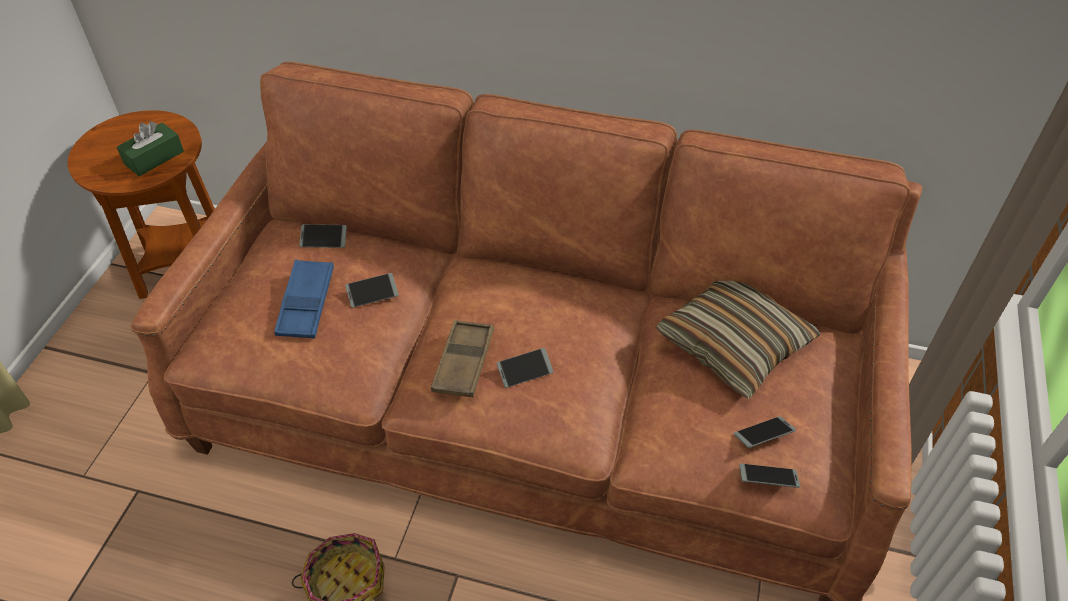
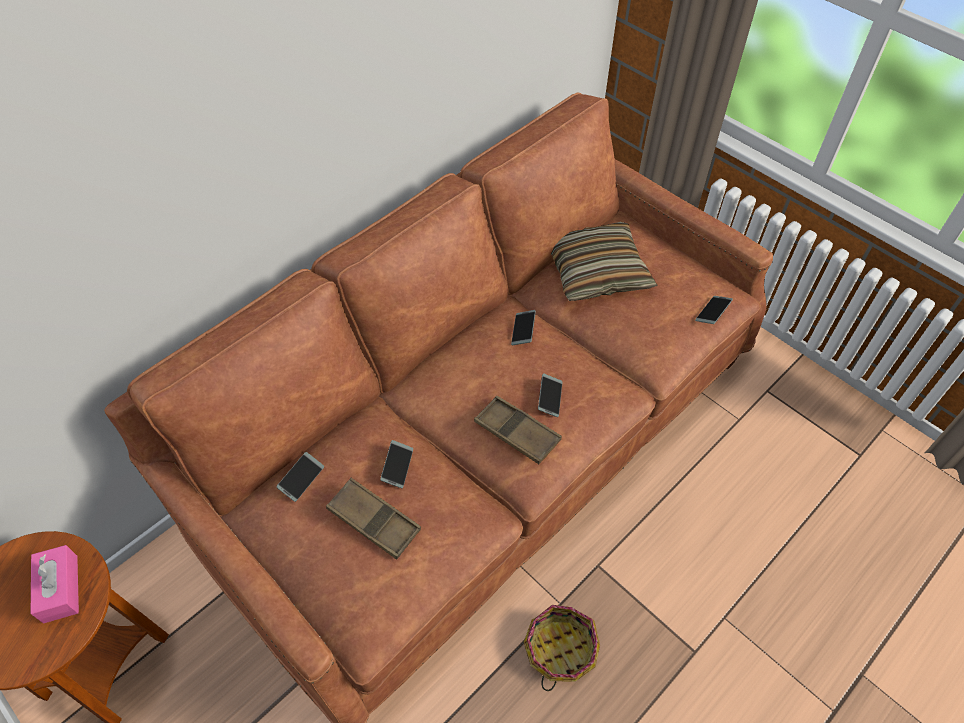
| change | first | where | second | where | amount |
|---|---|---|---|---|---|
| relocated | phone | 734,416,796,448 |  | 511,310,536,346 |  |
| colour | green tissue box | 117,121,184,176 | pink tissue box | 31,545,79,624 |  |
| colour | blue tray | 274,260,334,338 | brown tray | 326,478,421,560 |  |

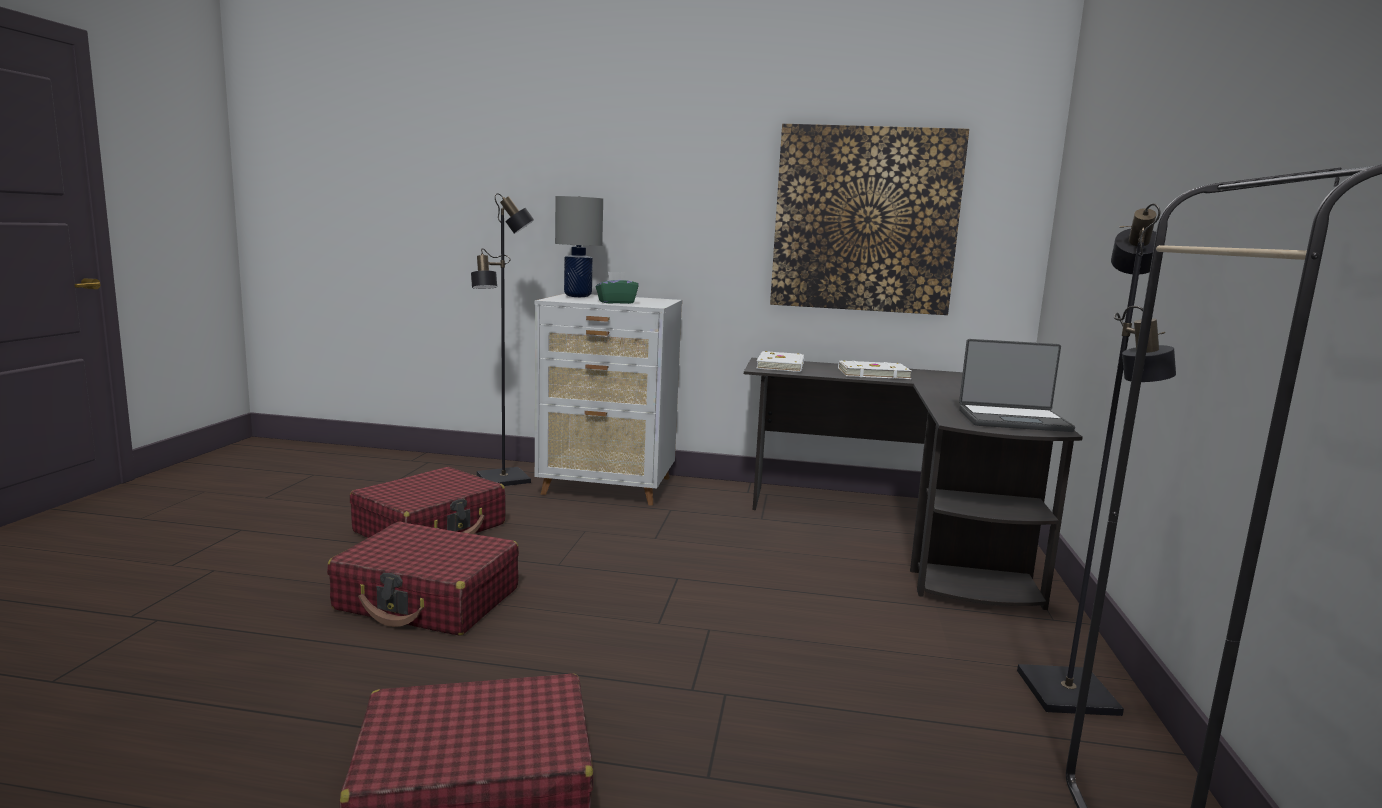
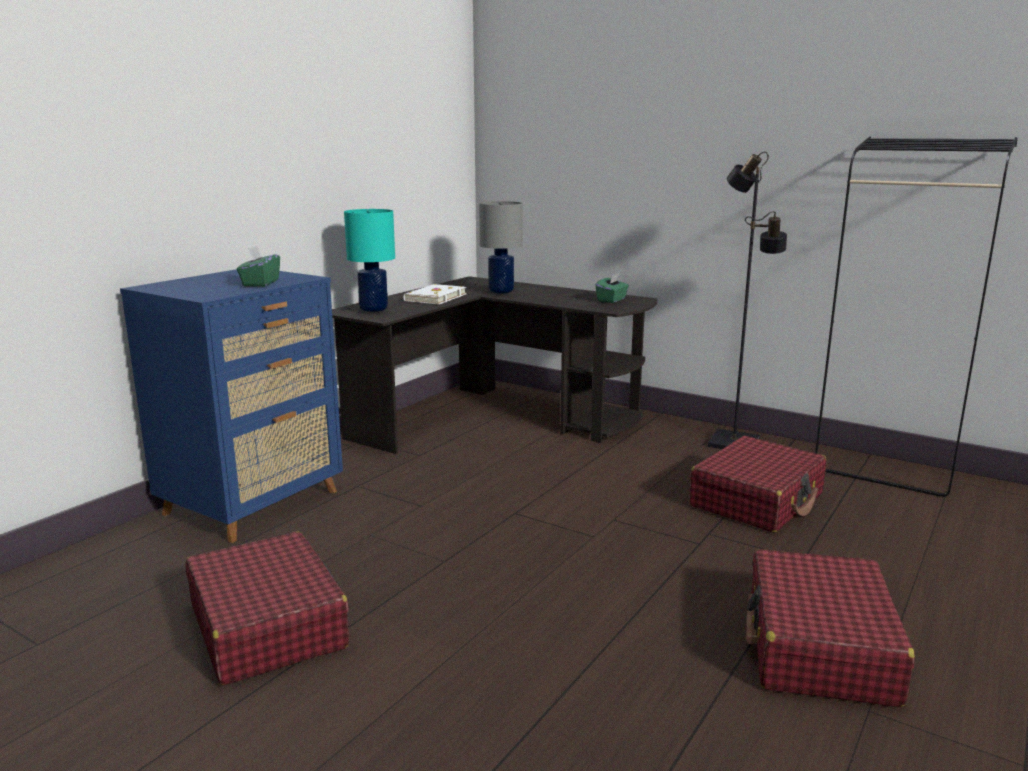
| change | first | where | second | where | amount |
|---|---|---|---|---|---|
| missing | black floor lamp | 471,193,534,486 |  |  |  |
| missing | picture | 770,124,969,315 |  |  |  |
| relocated | red suitcase | 327,522,519,636 |  | 689,436,826,532 |  |
| relocated | grey table lamp | 555,196,603,297 |  | 479,201,523,294 |  |
| exchanged | white book | 756,351,804,372 | turquoise table lamp | 344,209,395,312 |  |
| exchanged | laptop | 959,339,1075,432 | green tissue box | 595,273,629,303 |  |
| colour | white dresser | 534,294,682,505 | blue dresser | 120,269,343,543 |  |

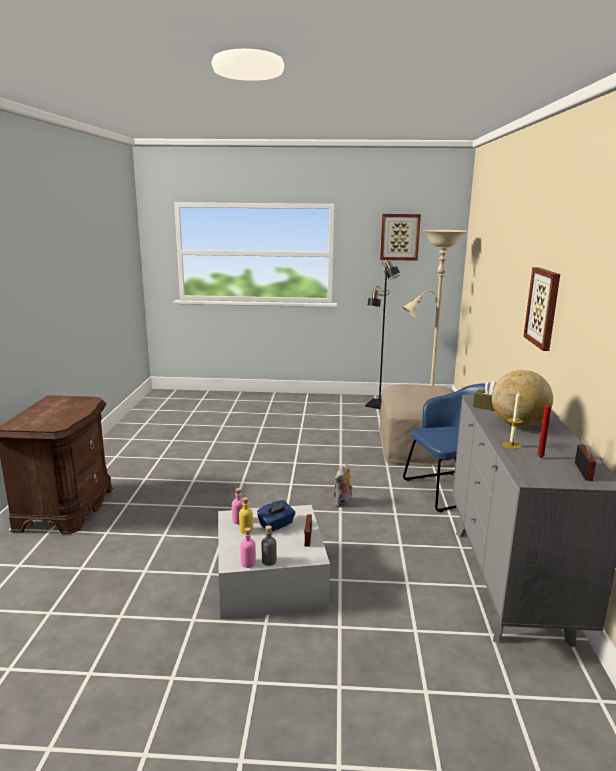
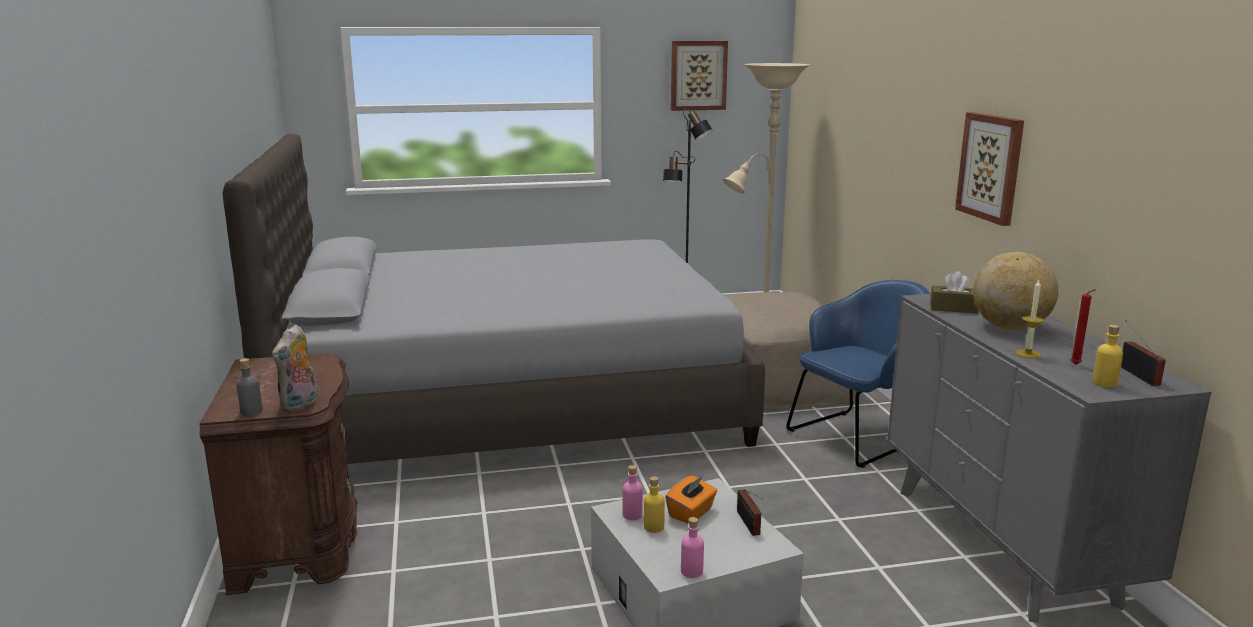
| change | first | where | second | where | amount |
|---|---|---|---|---|---|
| appeared |  |  | grey bed | 223,133,765,464 |  |
| appeared |  |  | yellow bottle | 1092,325,1123,388 |  |
| relocated | grey bottle | 261,525,277,566 |  | 236,358,263,416 |  |
| relocated | plush toy | 333,463,353,508 |  | 272,325,318,412 |  |
| colour | blue tissue box | 257,500,295,532 | orange tissue box | 665,475,717,524 |  |

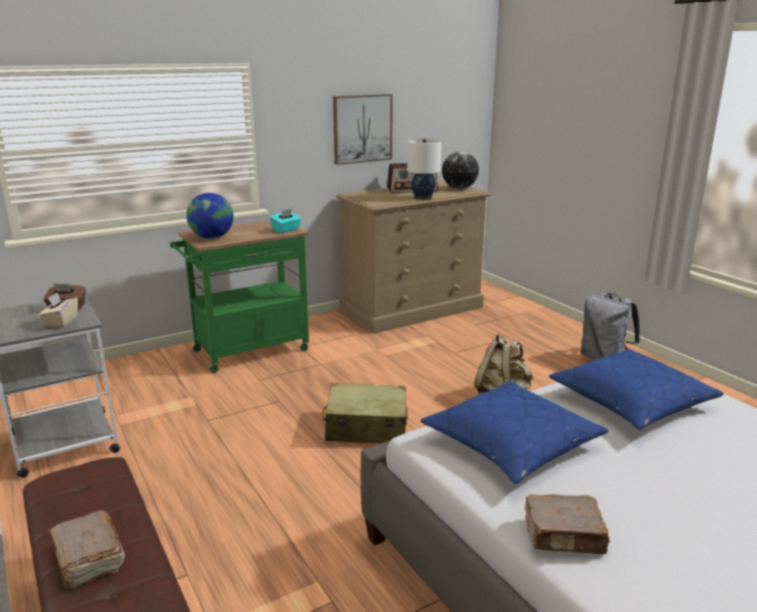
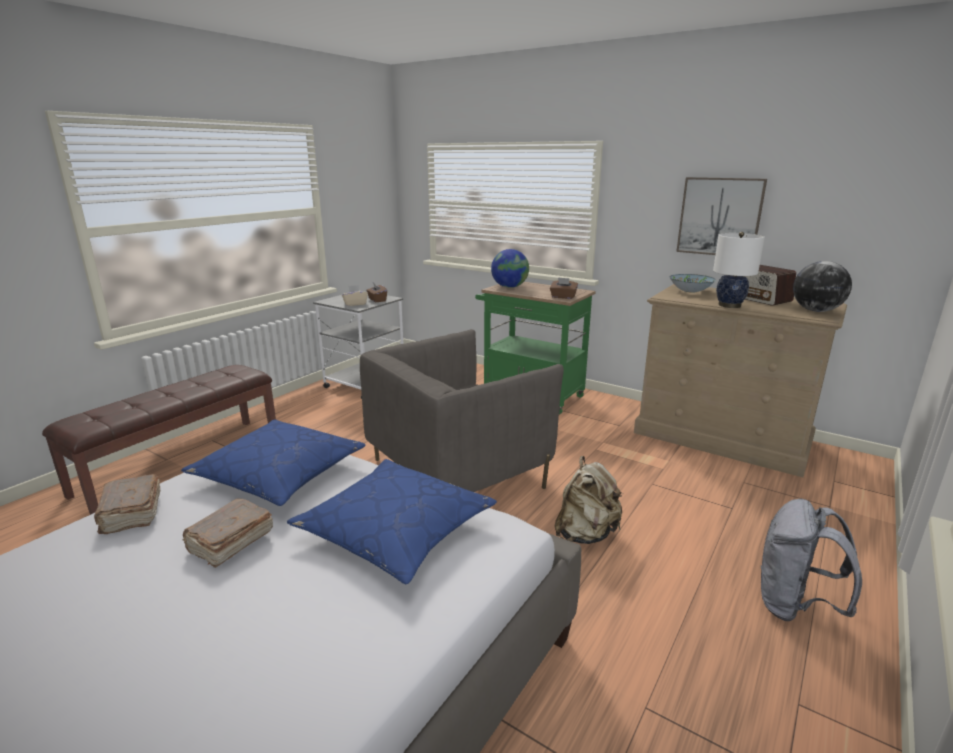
| change | first | where | second | where | amount |
|---|---|---|---|---|---|
| appeared |  |  | bowl | 670,274,716,293 |  |
| relocated | brown book | 48,510,125,589 |  | 182,498,273,568 |  |
| exchanged | beige suitcase | 323,383,408,443 | grey armchair | 360,329,564,492 |  |
| colour | turquoise tissue box | 270,209,301,233 | brown tissue box | 550,277,578,299 |  |

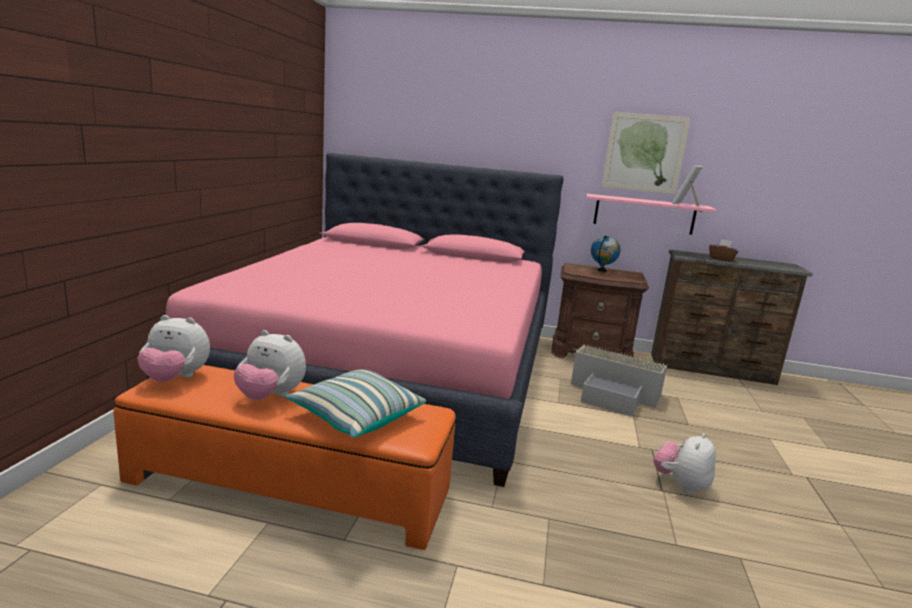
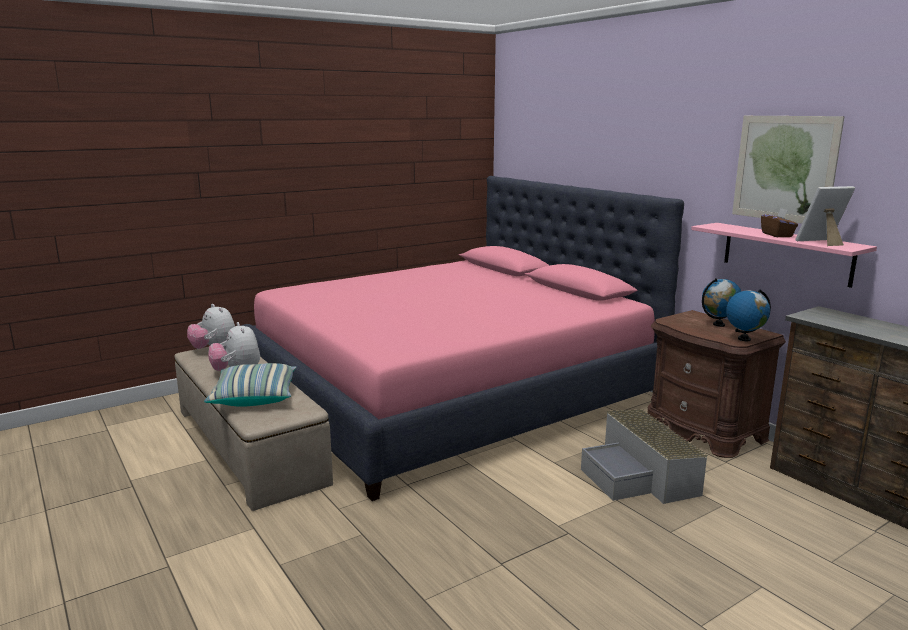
| change | first | where | second | where | amount |
|---|---|---|---|---|---|
| missing | plush toy | 654,433,716,494 |  |  |  |
| appeared |  |  | globe | 726,289,771,341 |  |
| relocated | brown tissue box | 709,239,738,261 |  | 761,208,798,237 |  |
| colour | orange bench | 113,365,456,550 | beige bench | 174,347,333,511 |  |

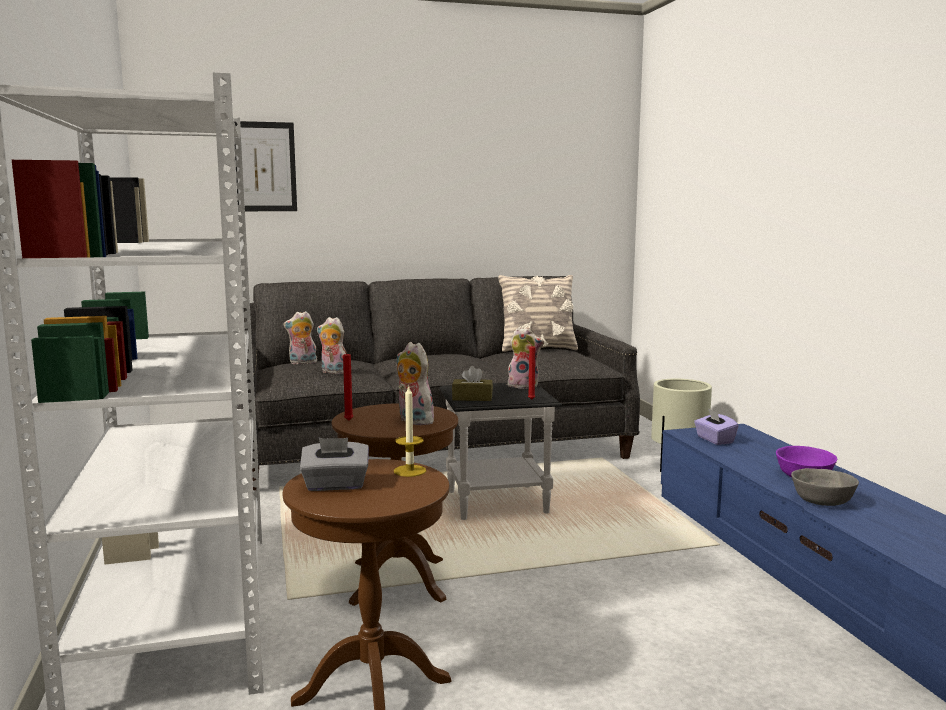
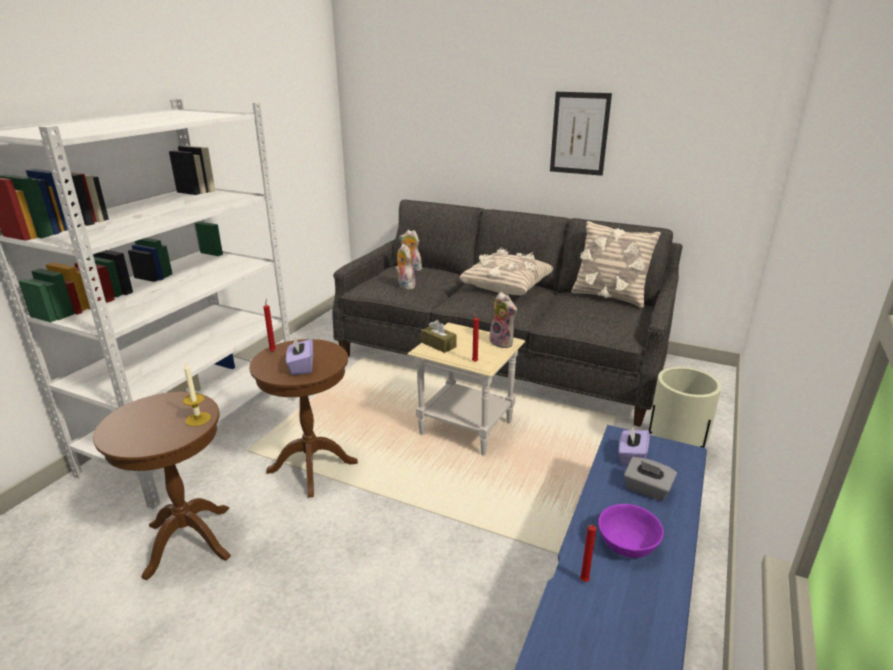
| change | first | where | second | where | amount |
|---|---|---|---|---|---|
| appeared |  |  | beige pillow | 460,247,553,295 |  |
| relocated | picture | 234,121,297,211 |  | 550,92,612,176 |  |
| relocated | grey tissue box | 300,438,369,491 |  | 624,457,677,501 |  |
| exchanged | plush toy | 396,342,435,425 | purple tissue box | 286,337,313,375 |  |
| exchanged | grey bowl | 791,468,859,506 | red candle | 580,525,596,582 |  |
| colour | black side table | 439,383,562,520 | beige side table | 407,323,525,455 |  |

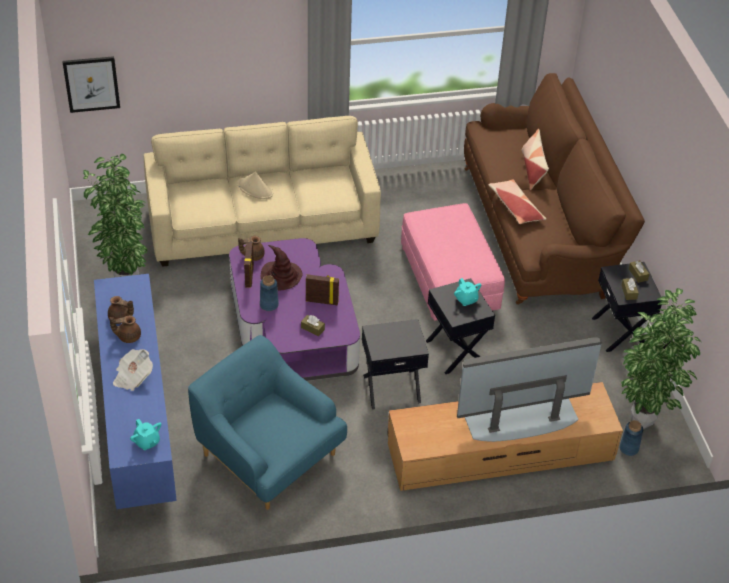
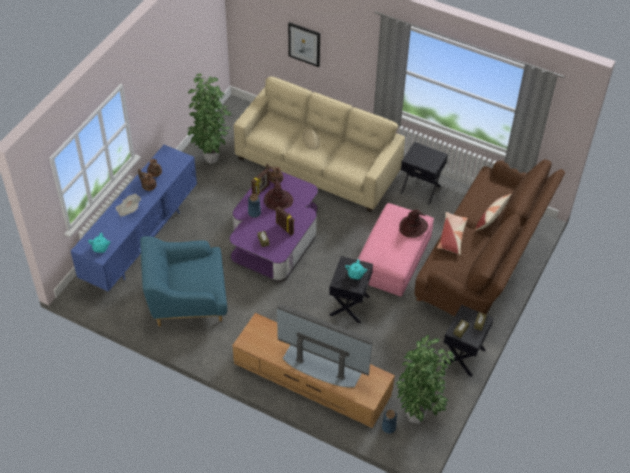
| change | first | where | second | where | amount |
|---|---|---|---|---|---|
| appeared |  |  | brown hat | 399,209,428,238 |  |
| relocated | picture | 62,56,120,113 |  | 288,22,320,67 |  |
| relocated | black side table | 362,319,429,410 |  | 400,142,448,205 |  |
| spun | blue armchair | 188,335,347,510 |  | 140,236,227,326 | 90 degrees counterclockwise |

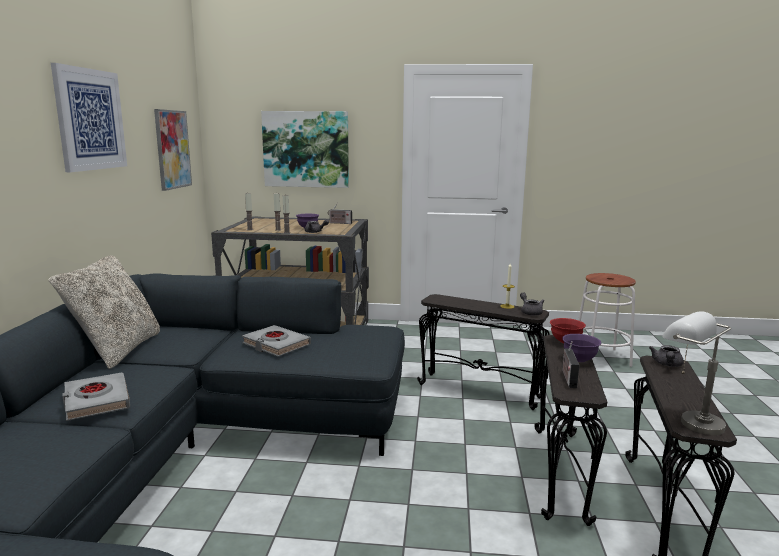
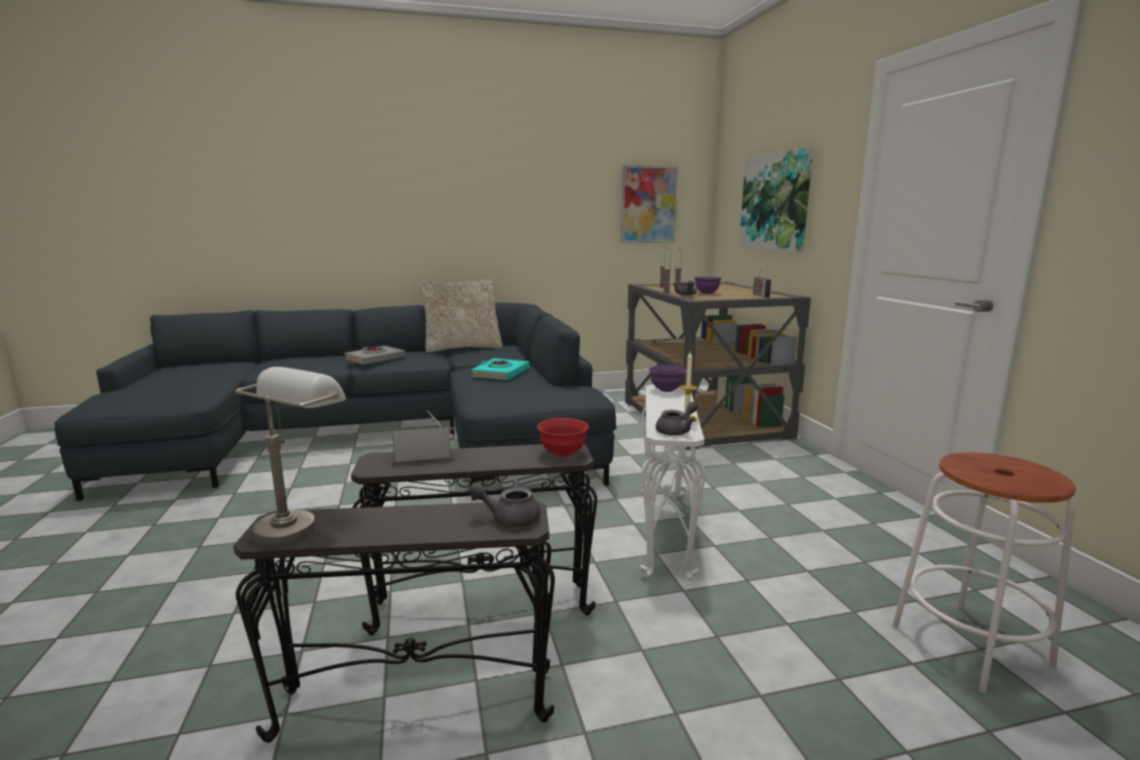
| change | first | where | second | where | amount |
|---|---|---|---|---|---|
| missing | picture | 51,63,127,172 |  |  |  |
| relocated | purple bowl | 562,334,601,362 |  | 648,365,687,392 |  |
| colour | grey book | 242,325,311,357 | turquoise book | 471,358,530,380 |  |
| colour | black side table | 417,294,550,410 | white side table | 640,385,706,581 |  |

